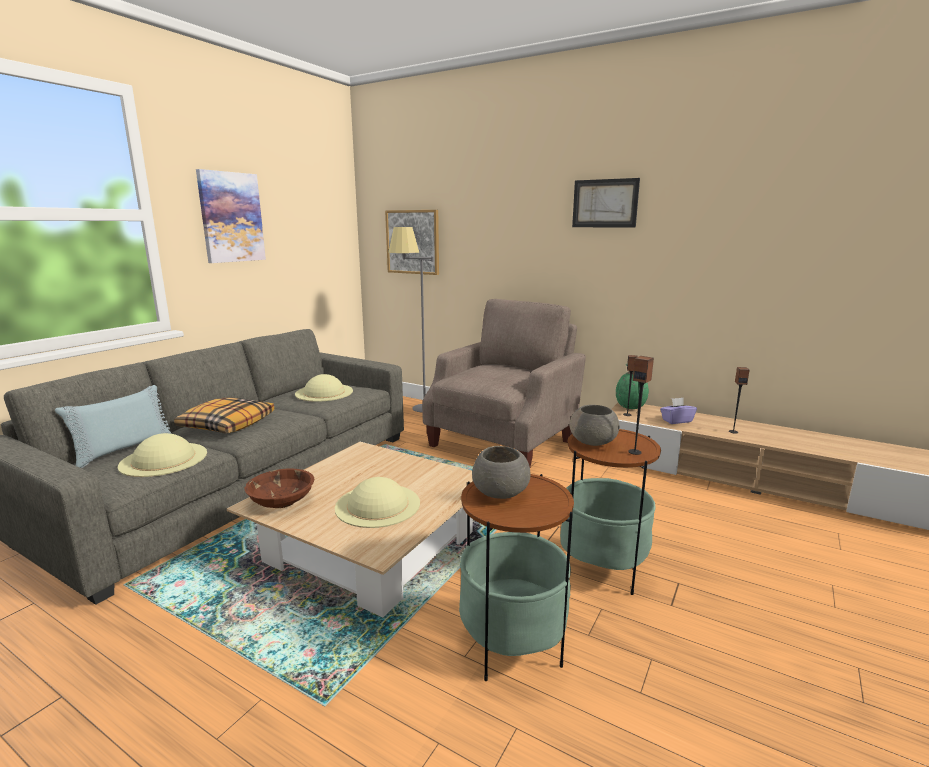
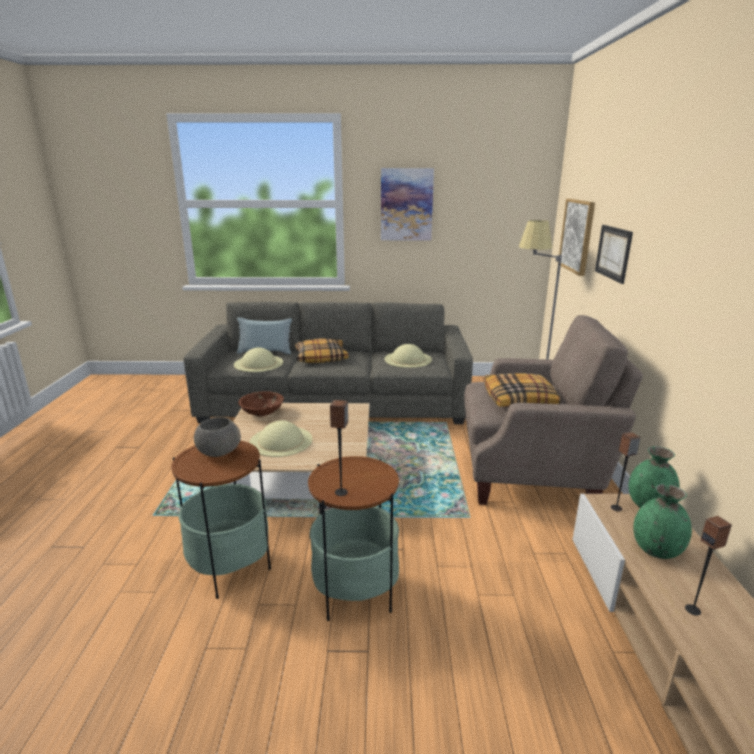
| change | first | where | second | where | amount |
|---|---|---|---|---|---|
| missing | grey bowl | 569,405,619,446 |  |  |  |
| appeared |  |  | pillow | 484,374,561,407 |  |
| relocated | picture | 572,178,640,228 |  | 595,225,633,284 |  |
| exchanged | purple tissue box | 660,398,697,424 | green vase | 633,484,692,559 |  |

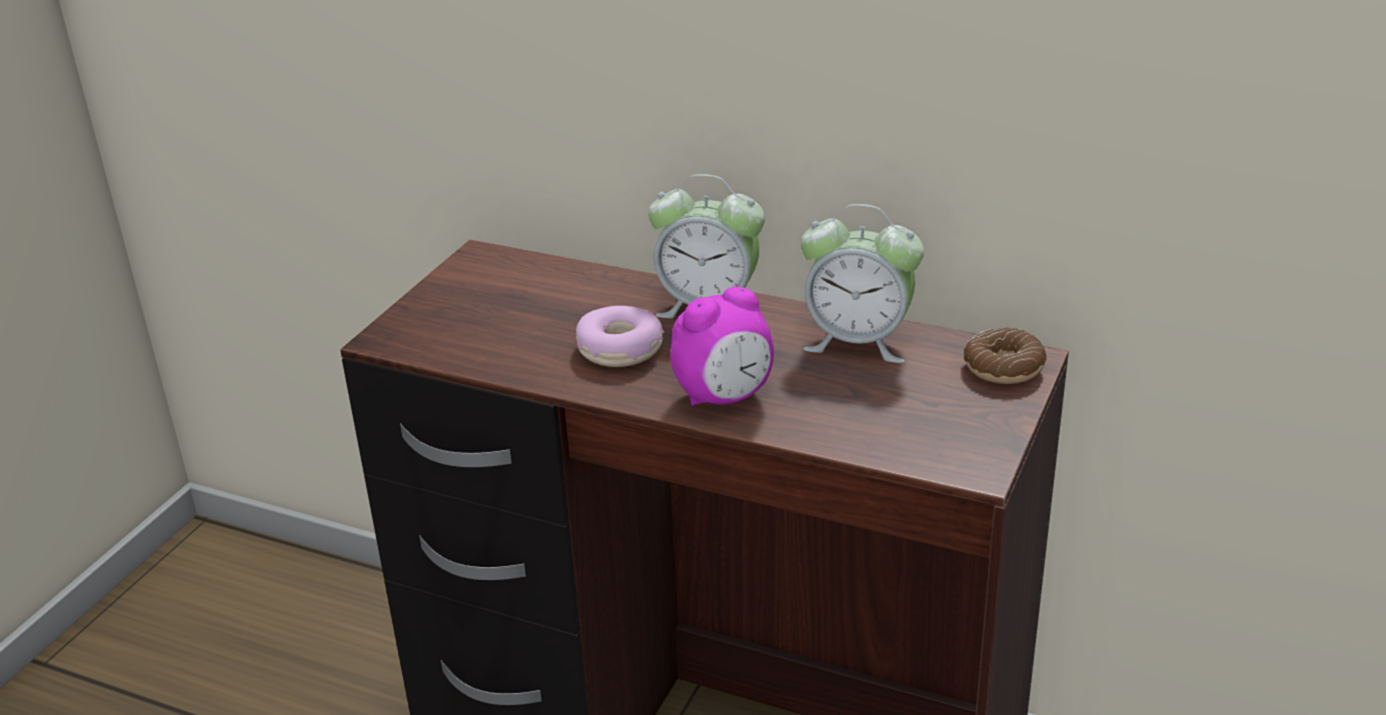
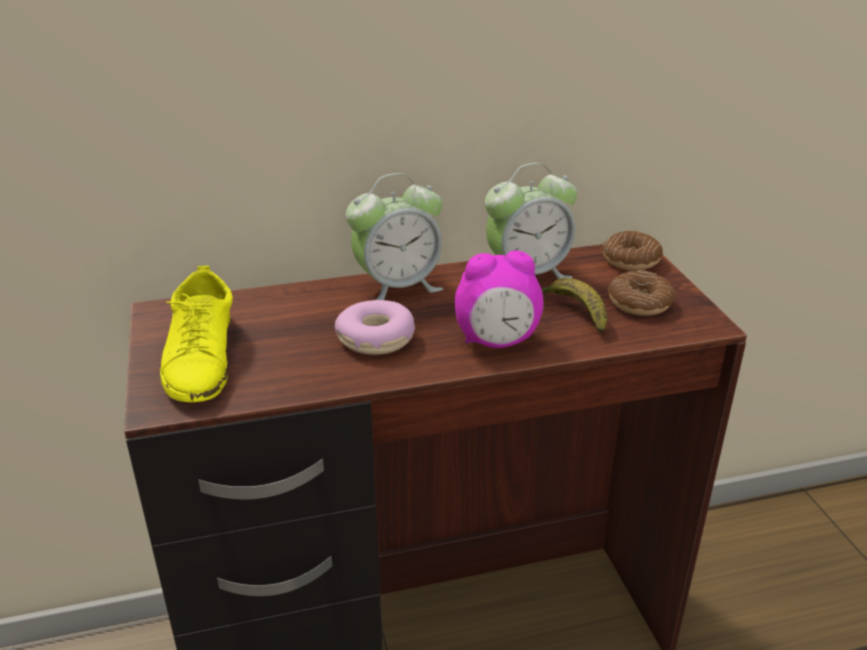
| change | first | where | second | where | amount |
|---|---|---|---|---|---|
| appeared |  |  | yellow shoe | 160,265,233,402 |  |
| appeared |  |  | banana | 541,278,607,333 |  |
| appeared |  |  | donut | 608,270,674,316 |  |
| spun | alarm clock | 670,287,774,407 |  | 455,251,544,348 | 60 degrees clockwise |

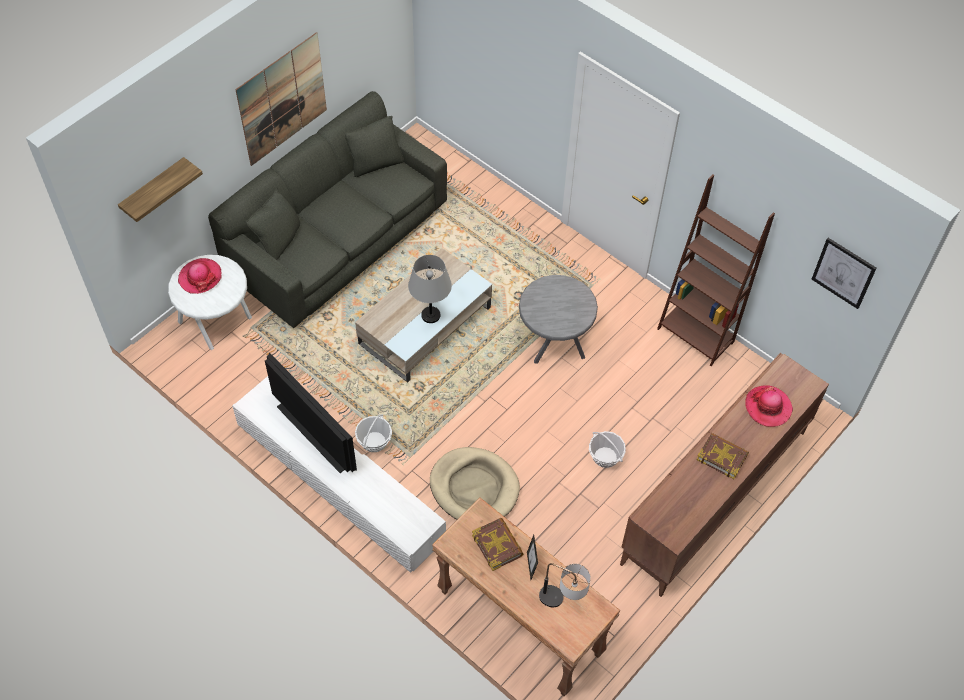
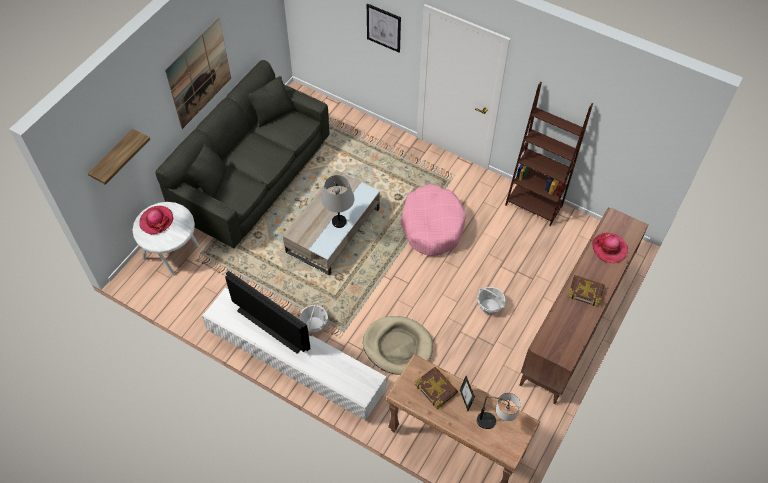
| change | first | where | second | where | amount |
|---|---|---|---|---|---|
| relocated | picture | 811,238,876,309 |  | 367,4,401,52 |  |
| exchanged | grey side table | 519,275,598,364 | pink dog bed | 401,184,466,256 |  |

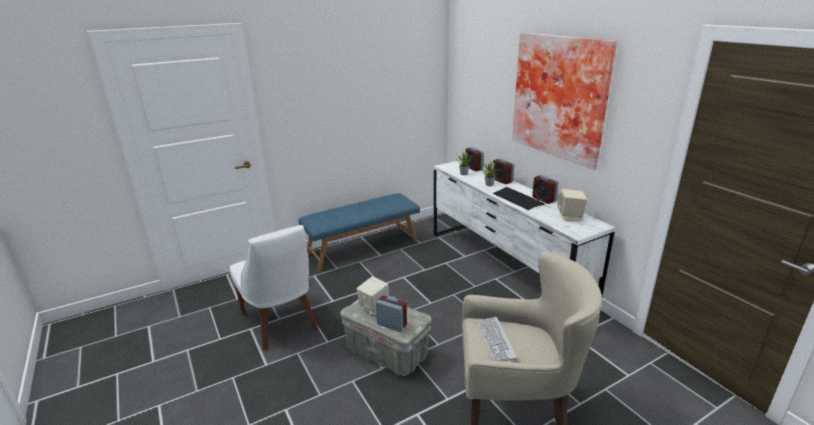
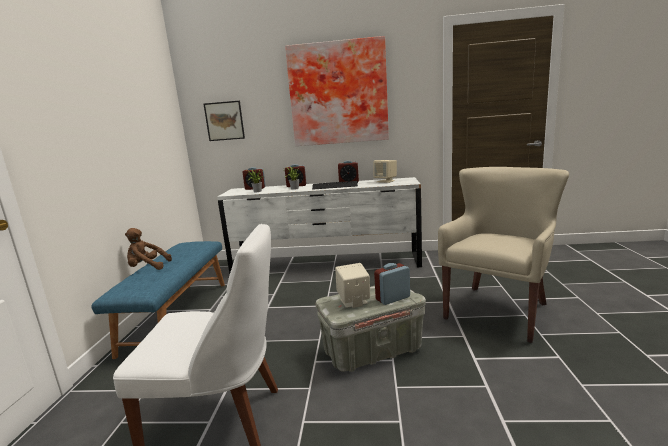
| change | first | where | second | where | amount |
|---|---|---|---|---|---|
| missing | keyboard | 477,317,517,361 |  |  |  |
| appeared |  |  | brown plush toy | 125,228,172,270 |  |
| appeared |  |  | picture | 204,101,245,141 |  |

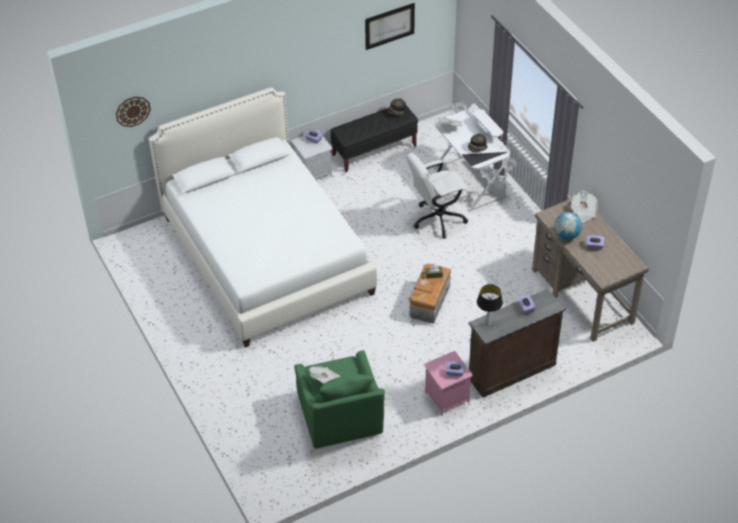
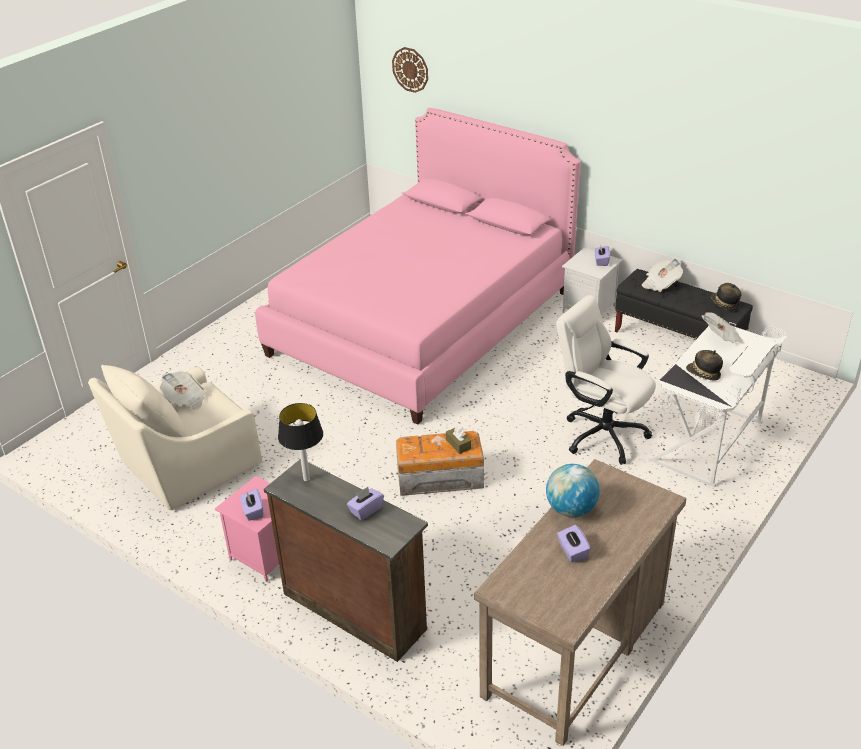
| change | first | where | second | where | amount |
|---|---|---|---|---|---|
| missing | picture | 365,3,415,50 |  |  |  |
| relocated | newspaper | 571,191,598,223 |  | 642,258,683,292 |  |
| colour | white bed | 149,87,377,347 | pink bed | 255,108,580,425 |  |
| colour | green armchair | 294,350,385,448 | beige armchair | 88,365,262,510 |  |

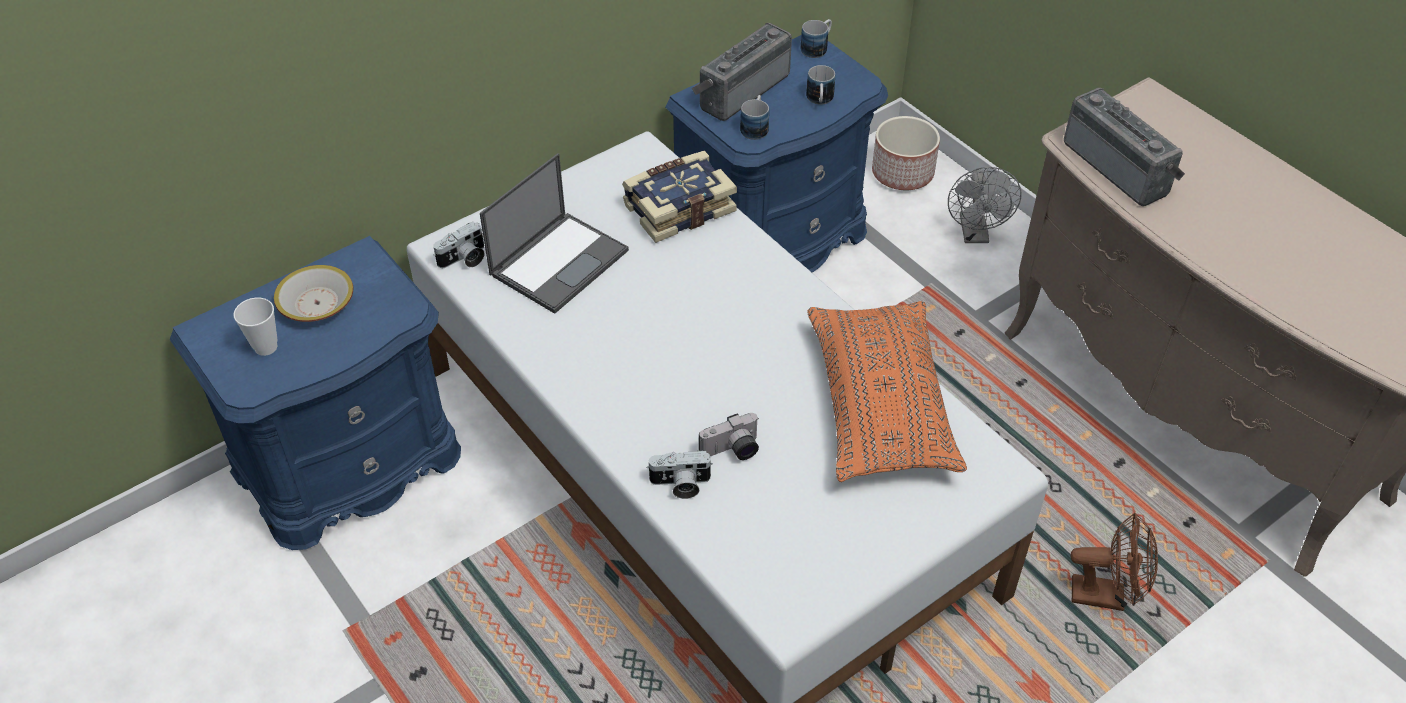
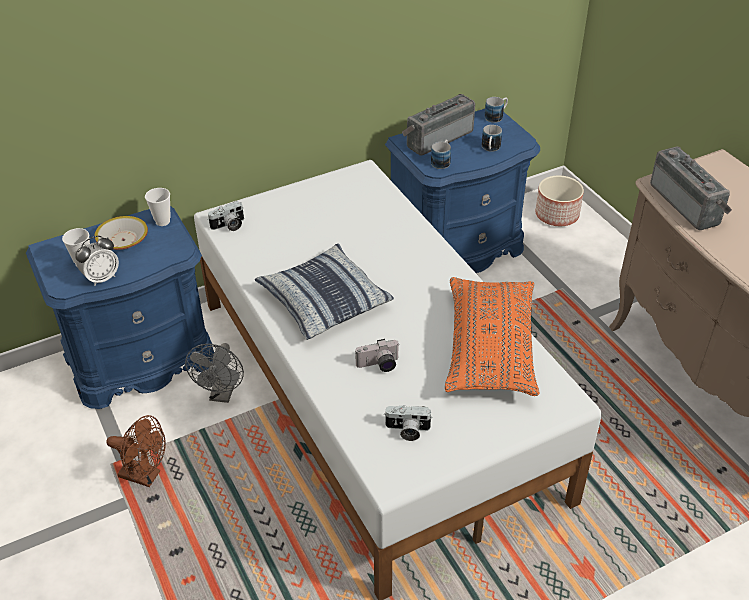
| change | first | where | second | where | amount |
|---|---|---|---|---|---|
| missing | laptop | 480,153,629,314 |  |  |  |
| missing | book | 622,150,737,243 |  |  |  |
| appeared |  |  | alarm clock | 75,236,119,286 |  |
| appeared |  |  | cup | 145,188,170,226 |  |
| appeared |  |  | pillow | 254,243,394,340 |  |
| relocated | photo camera | 646,450,713,499 |  | 384,405,433,441 |  |
| relocated | grey fan | 948,167,1021,243 |  | 185,343,244,403 |  |
| relocated | brown fan | 1071,513,1158,611 |  | 107,415,166,487 |  |

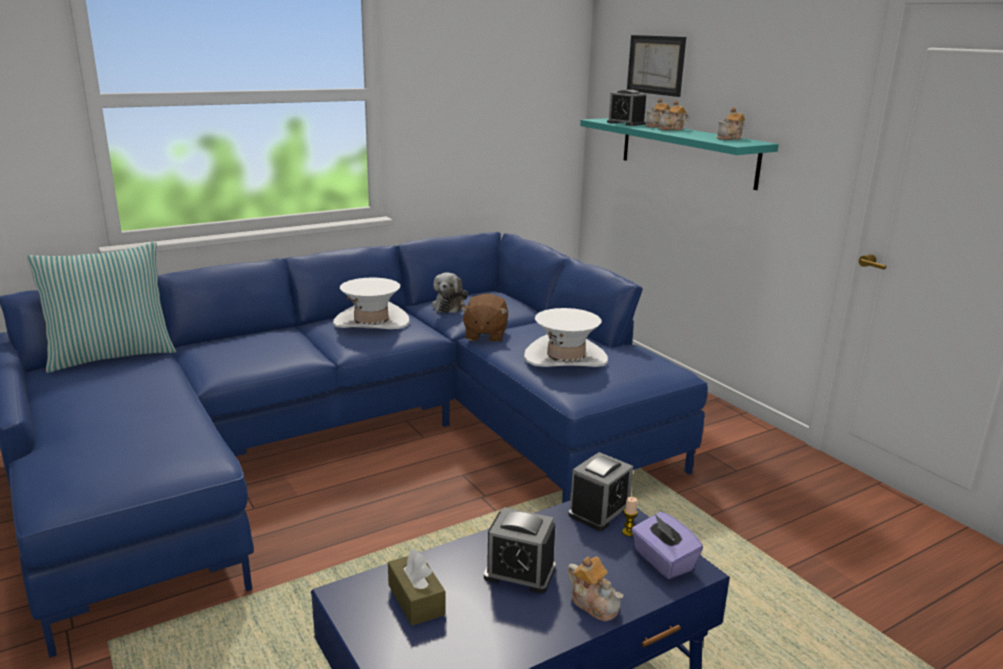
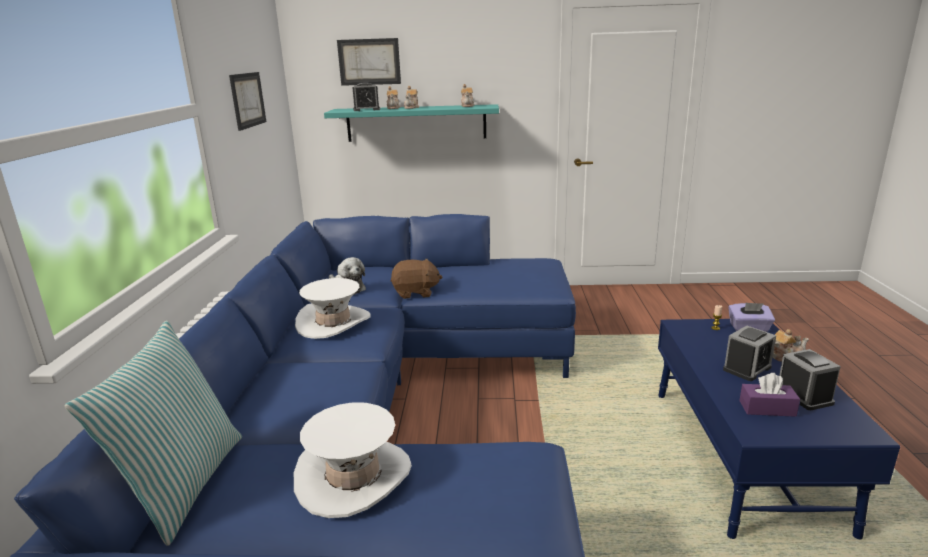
| change | first | where | second | where | amount |
|---|---|---|---|---|---|
| appeared |  |  | picture | 229,72,266,131 |  |
| relocated | white hat | 524,308,608,367 |  | 294,402,412,518 |  |
| relocated | alarm clock | 568,452,633,531 |  | 779,349,841,410 |  |
| colour | brown tissue box | 388,549,446,626 | purple tissue box | 739,373,800,417 |  |
| spun | brown plush toy | 460,293,508,342 |  | 390,259,442,299 | 45 degrees counterclockwise |

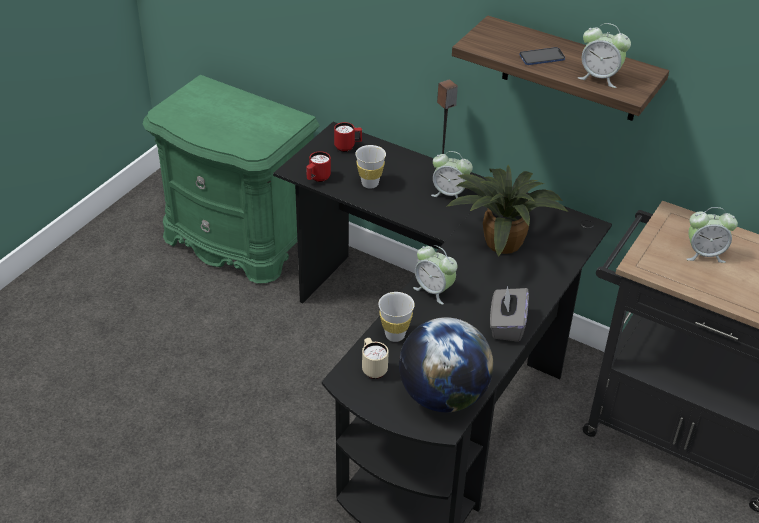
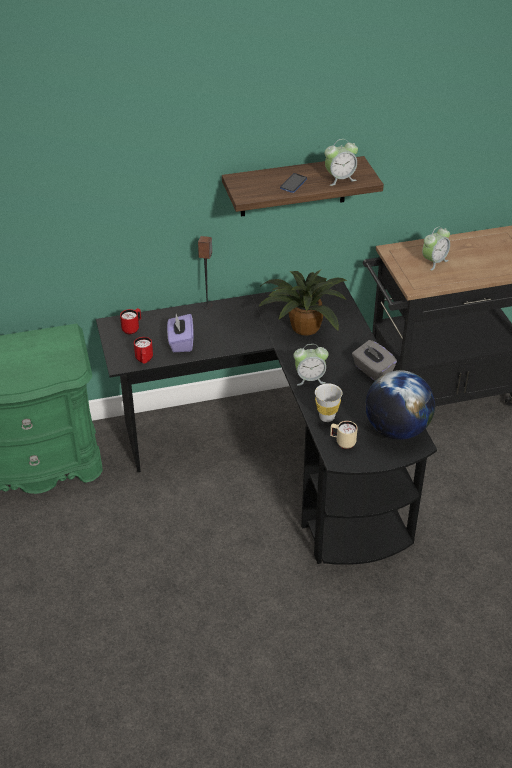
| change | first | where | second | where | amount |
|---|---|---|---|---|---|
| missing | alarm clock | 431,151,473,198 |  |  |  |
| exchanged | white cup | 355,145,386,189 | purple tissue box | 167,314,194,352 |  |

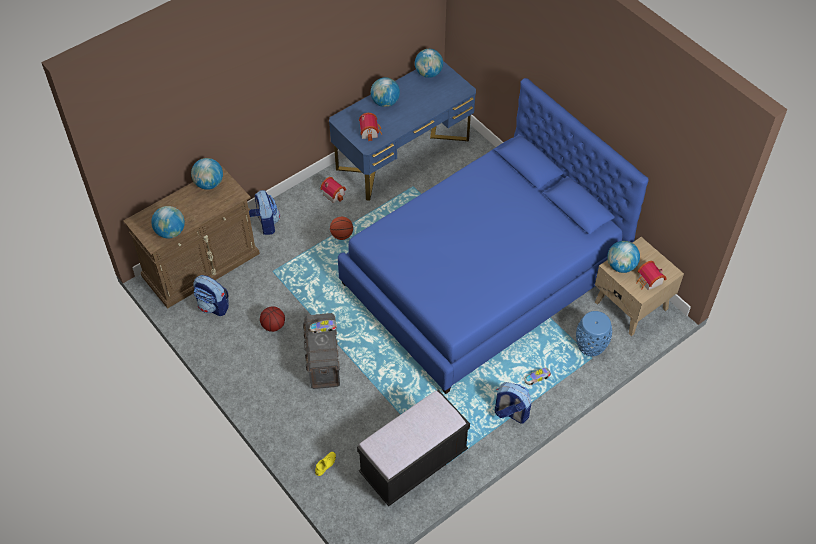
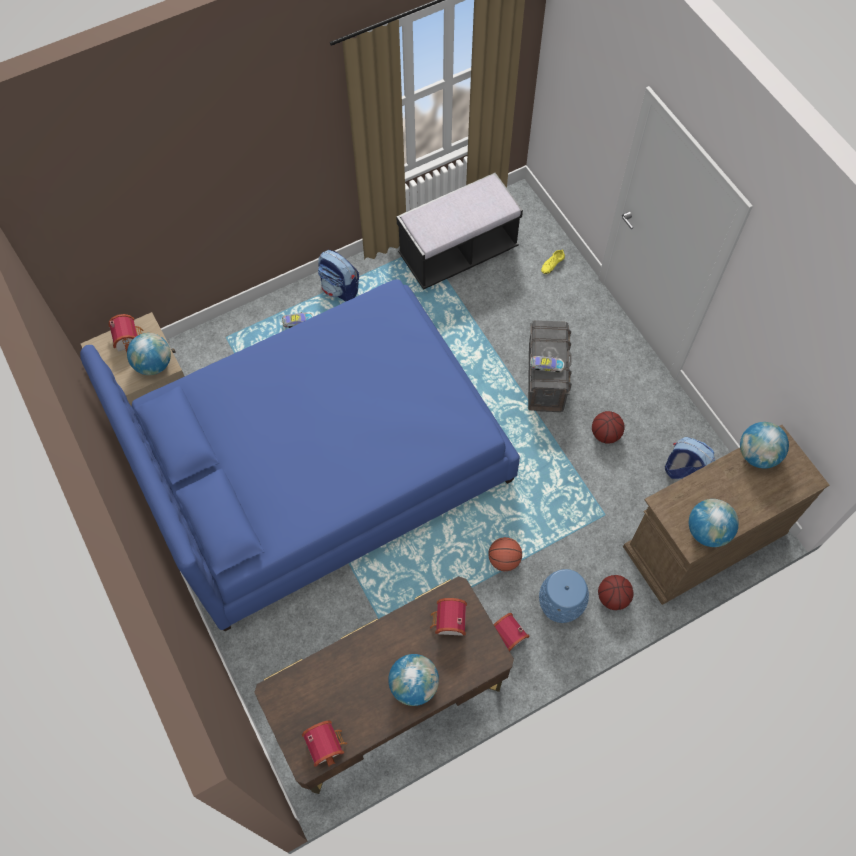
| change | first | where | second | where | amount |
|---|---|---|---|---|---|
| relocated | blue stool | 576,311,612,356 |  | 539,569,589,623 |  |
| exchanged | backpack | 249,190,280,235 | basketball | 598,575,633,610 |  |
| exchanged | globe | 415,49,443,78 | toy house | 302,720,347,767 |  |
| colour | blue desk | 329,61,476,201 | brown desk | 254,576,514,794 |  |

